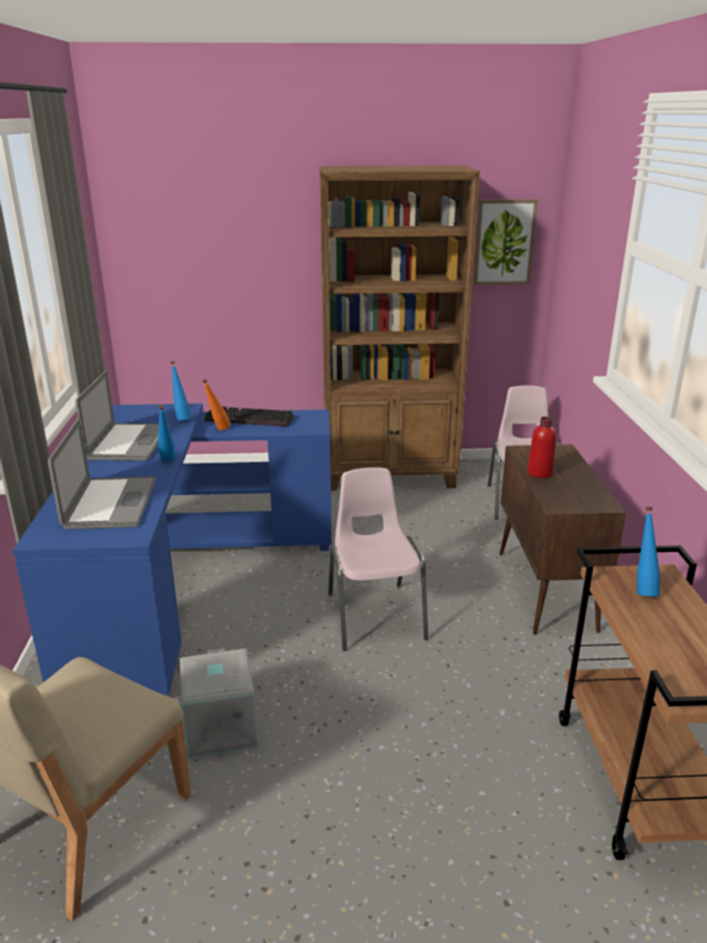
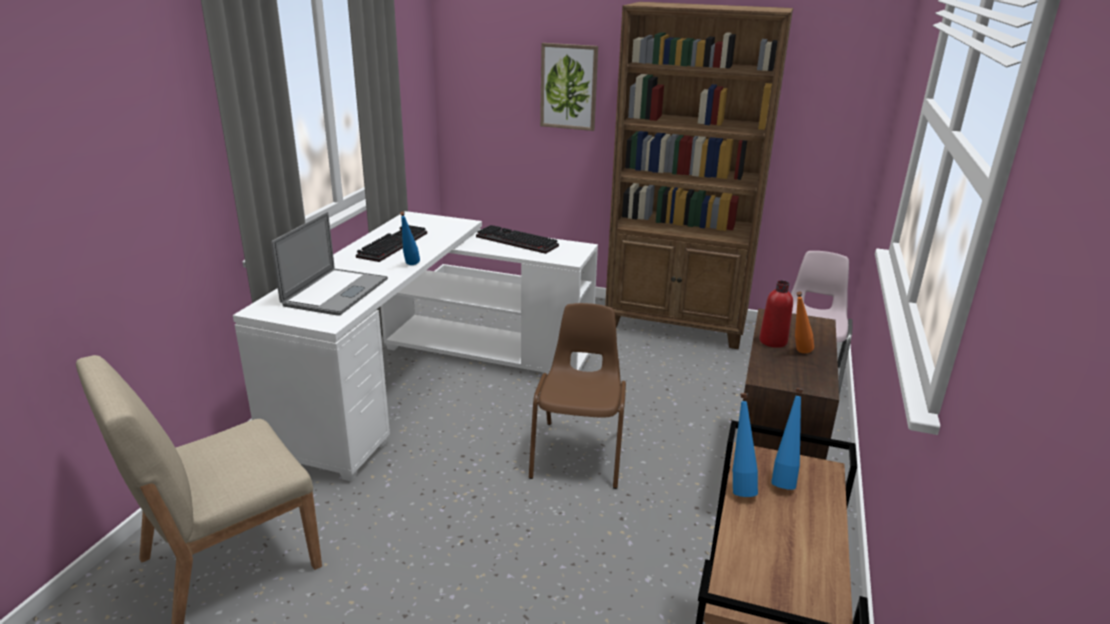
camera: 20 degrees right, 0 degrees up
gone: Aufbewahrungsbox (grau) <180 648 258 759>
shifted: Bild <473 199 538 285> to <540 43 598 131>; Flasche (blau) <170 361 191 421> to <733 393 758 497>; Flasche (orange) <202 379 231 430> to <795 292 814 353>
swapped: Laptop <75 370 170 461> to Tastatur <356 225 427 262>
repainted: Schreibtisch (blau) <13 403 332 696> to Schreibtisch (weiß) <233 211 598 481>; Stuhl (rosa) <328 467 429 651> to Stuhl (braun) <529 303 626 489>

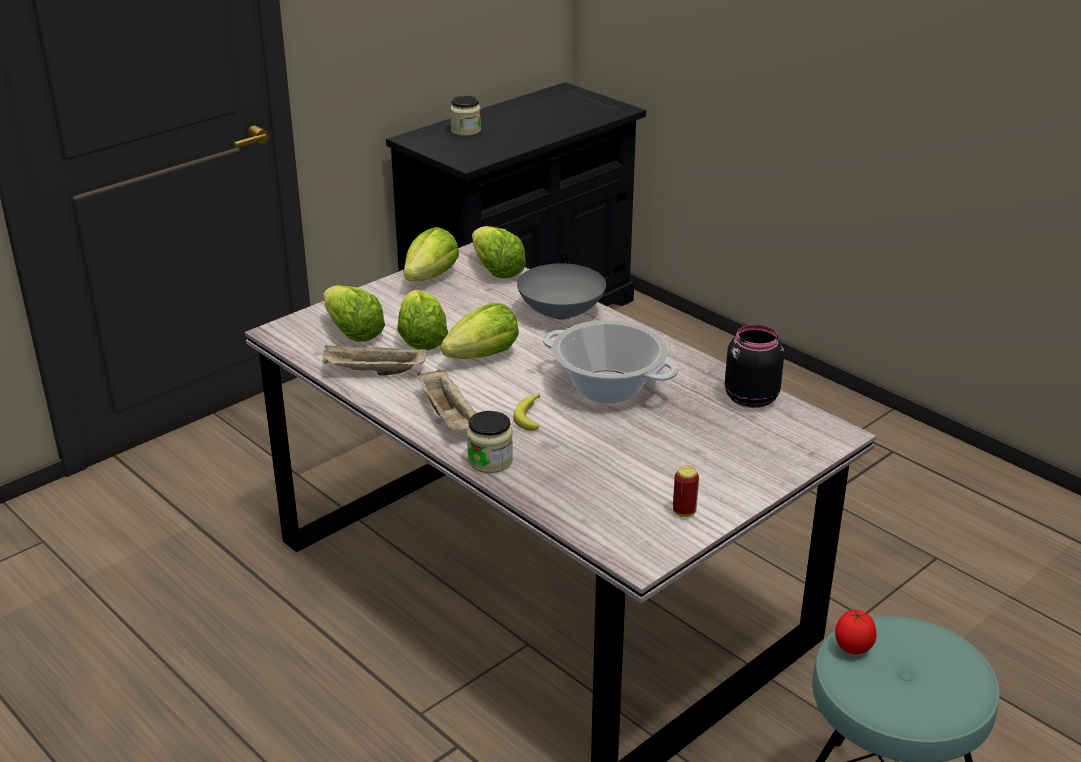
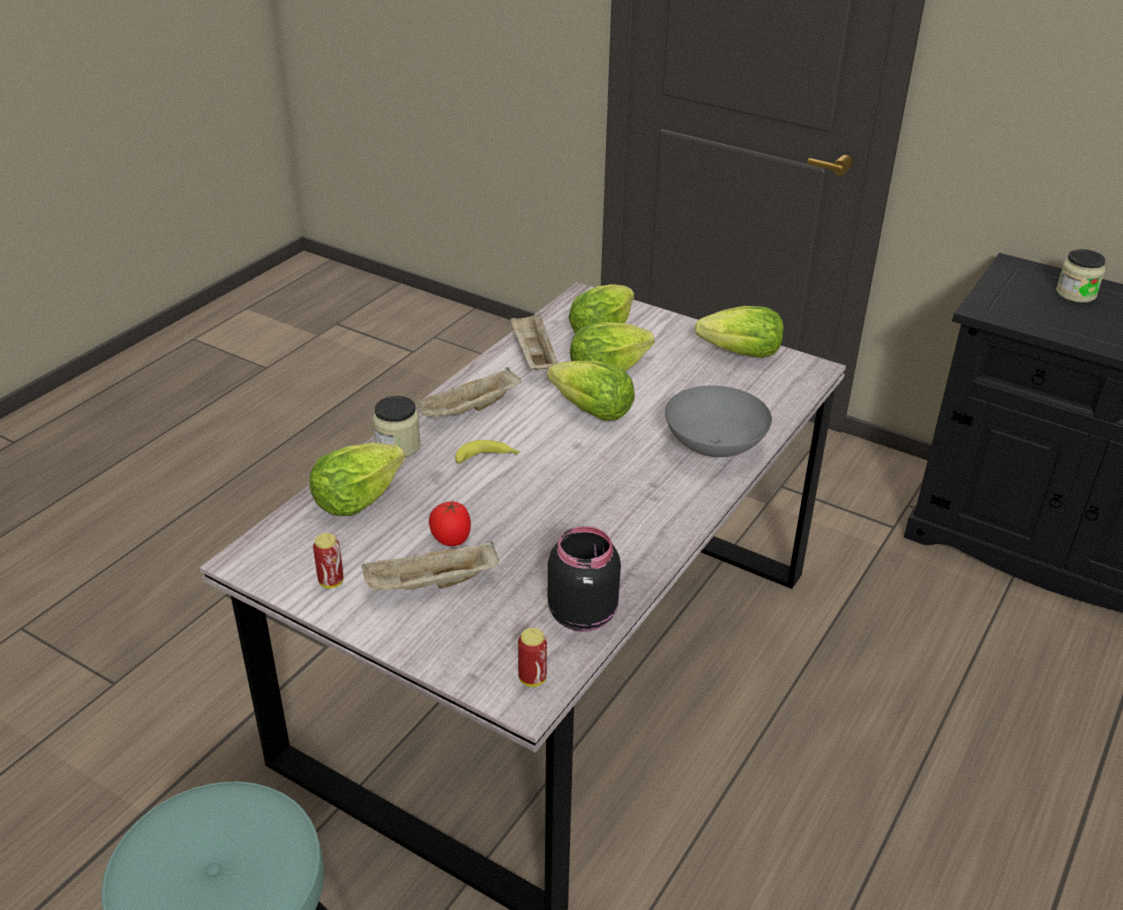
camera: 75 degrees right, 5 degrees up
gone: Kochtopf <543 320 679 403>
new: Tablett (beige) <361 541 499 593>; Dose <518 628 547 687>
shifted: Salatkopf <472 226 526 278> to <310 443 405 516>; Tomate <835 609 877 654> to <429 501 471 546>

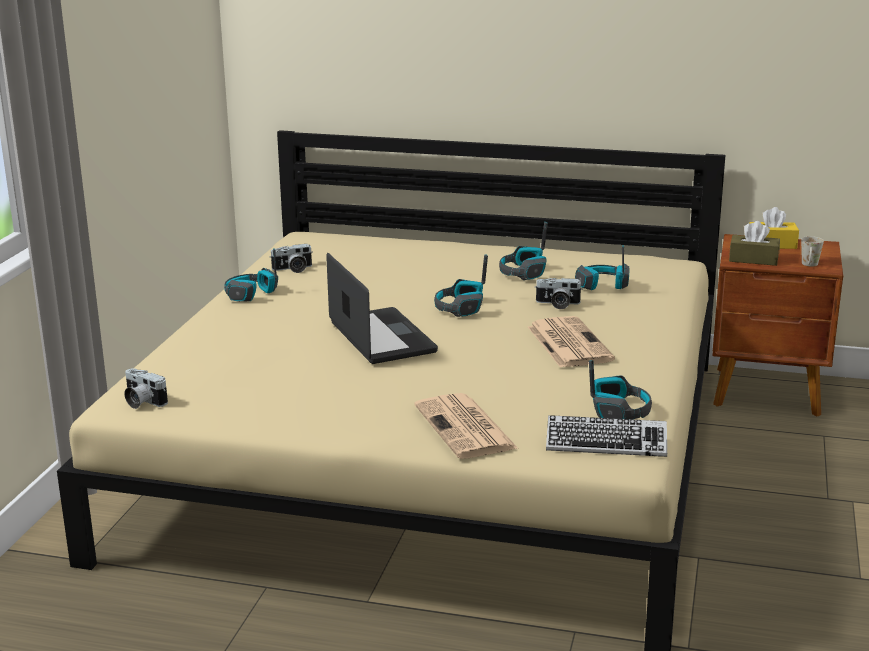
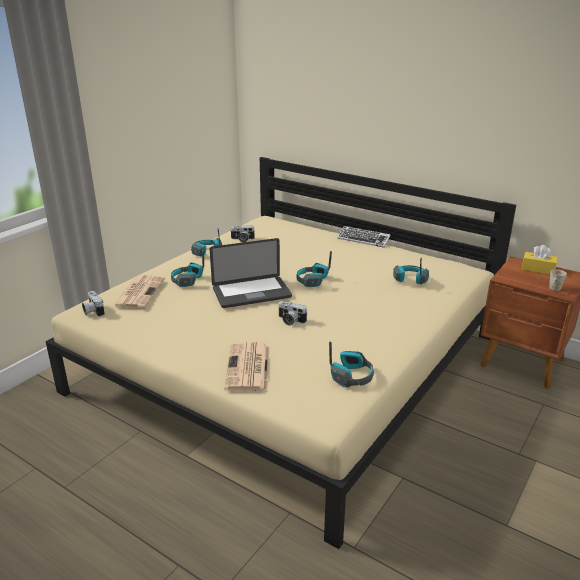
camera: 20 degrees right, 5 degrees up
gone: Taschentuchbox (braun) <729 221 780 266>
shifted: Kopfhörer <499 222 548 280> to <171 250 204 287>; Kamera <535 278 583 309> to <278 301 307 326>; Zeitung <528 316 615 368> to <113 275 165 309>; Tastatur <546 415 667 457> to <337 226 390 248>
rotated: Laptop <326 253 438 364> = <210 238 292 308> 75 degrees clockwise

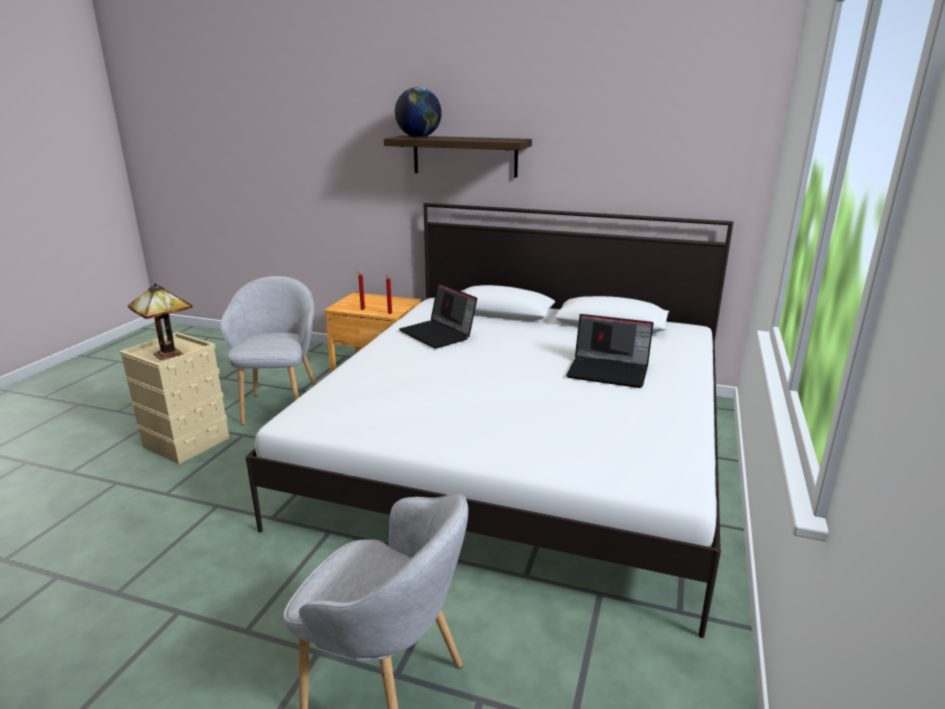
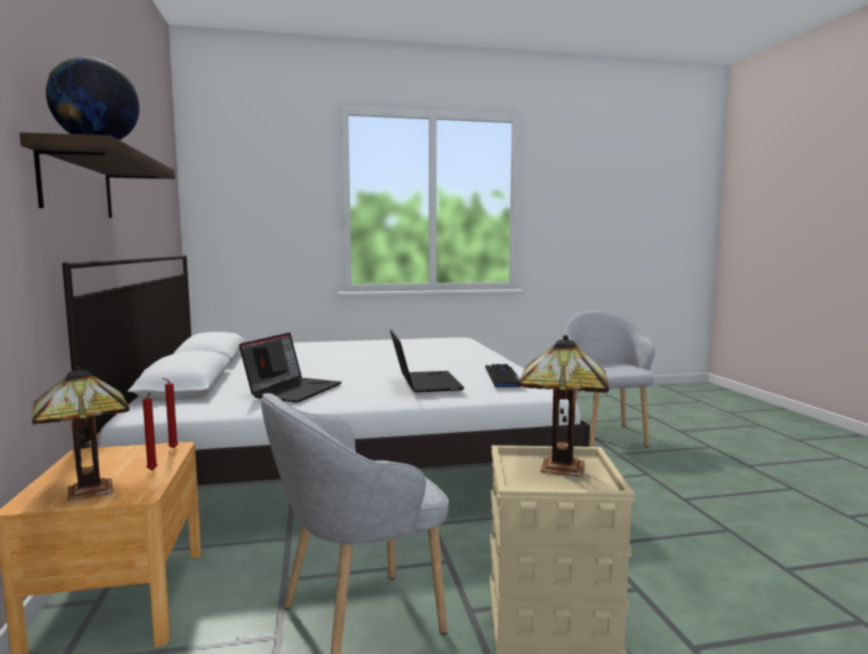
camera: 120 degrees left, 15 degrees down
new: Tastatur <485 364 520 387>; Tischlampe <32 366 130 501>
shifted: Laptop <566 314 654 388> to <390 329 464 393>

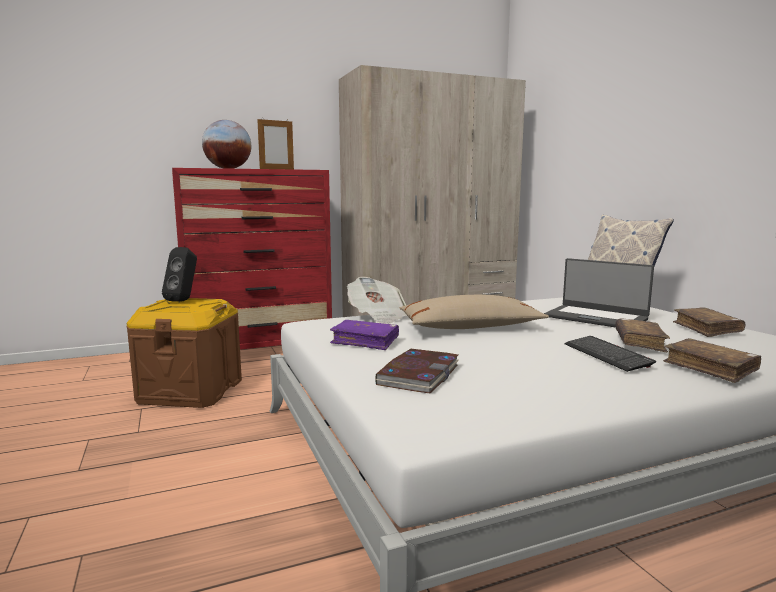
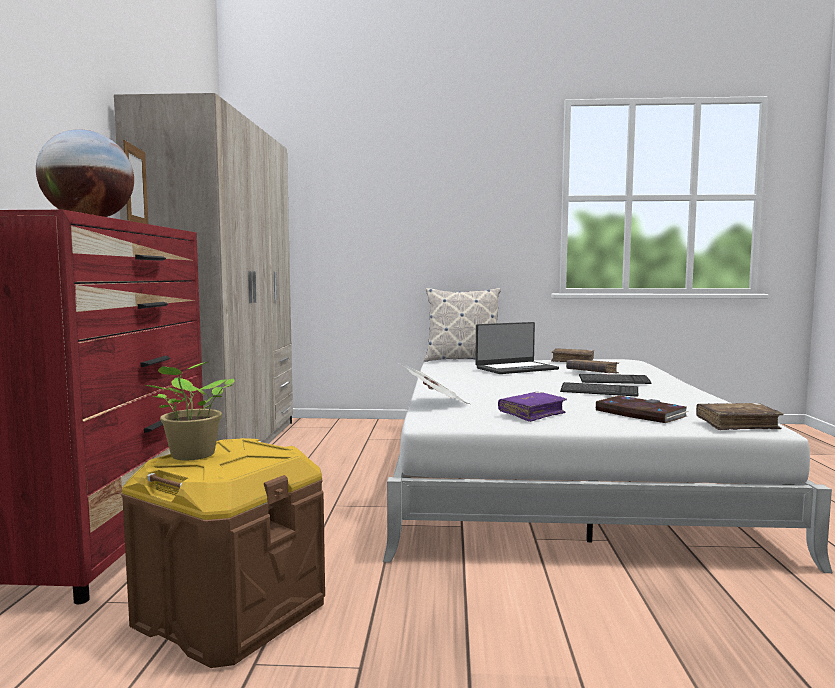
camera: 65 degrees left, 5 degrees down
gone: Kissen (beige) <400 295 549 329>
new: Tastatur <560 382 638 397>
shifted: Buch (braun) <663 338 761 383> to <696 403 784 430>
swapped: Lautsprecher (schwarz) <162 247 197 302> to Topfpflanze <146 362 235 461>

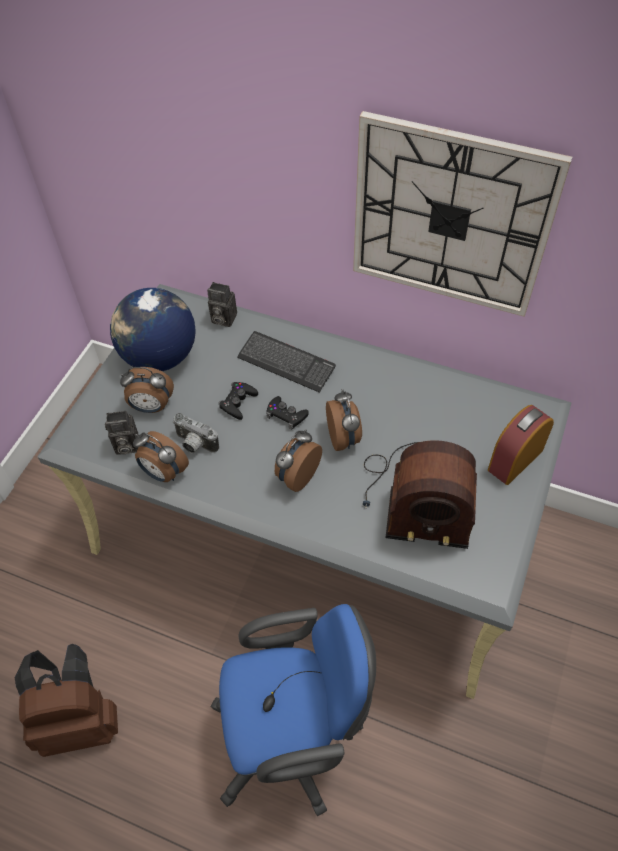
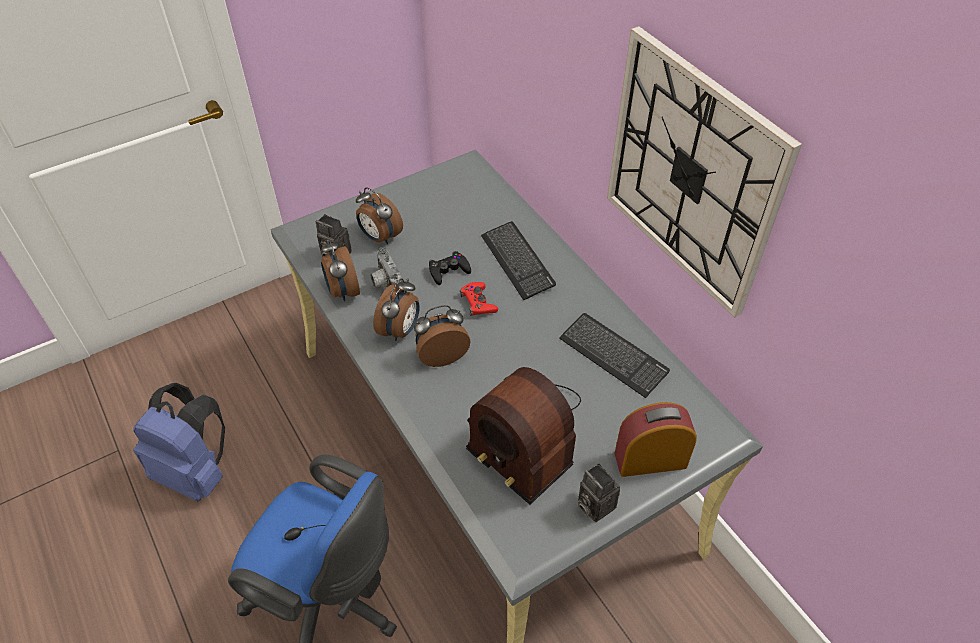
camera: 35 degrees right, 5 degrees down
gone: Globus <110 288 196 371>
new: Tastatur <559 313 670 398>
shifted: Kamera <207 282 237 327> to <578 463 620 522>; Wecker <326 389 362 451> to <373 278 420 341>
repainted: Gamepad (schwarz) <266 396 309 430> to Gamepad (rot) <460 282 498 316>; Rucksack (braun) <15 644 118 757> to Rucksack (blau) <133 383 225 501>

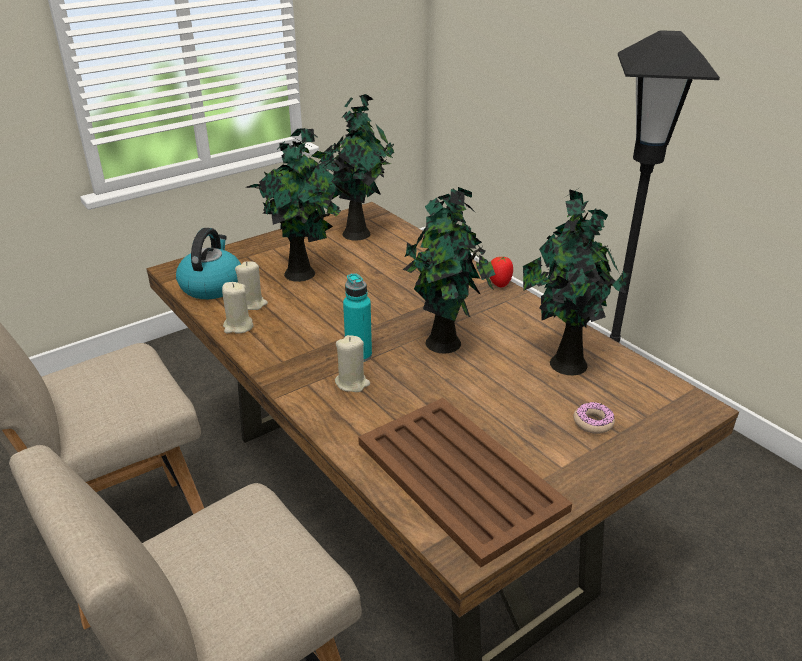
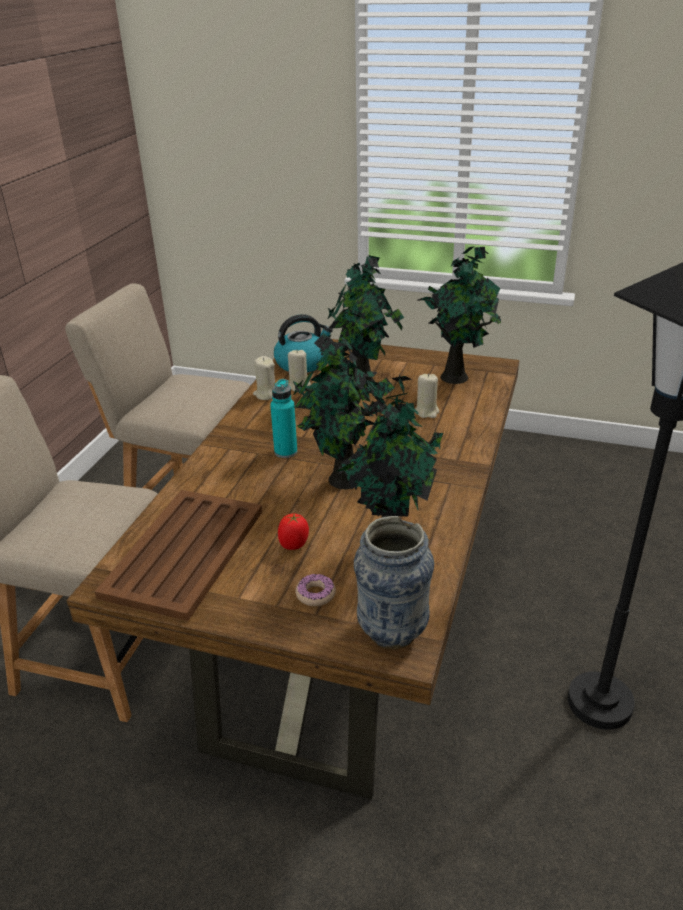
camera: 55 degrees right, 0 degrees up
new: Vase <354 516 434 650>
shifted: Tomate <490 256 513 287> to <278 513 309 550>; Kerze (beige) <335 335 370 392> to <415 373 439 418>

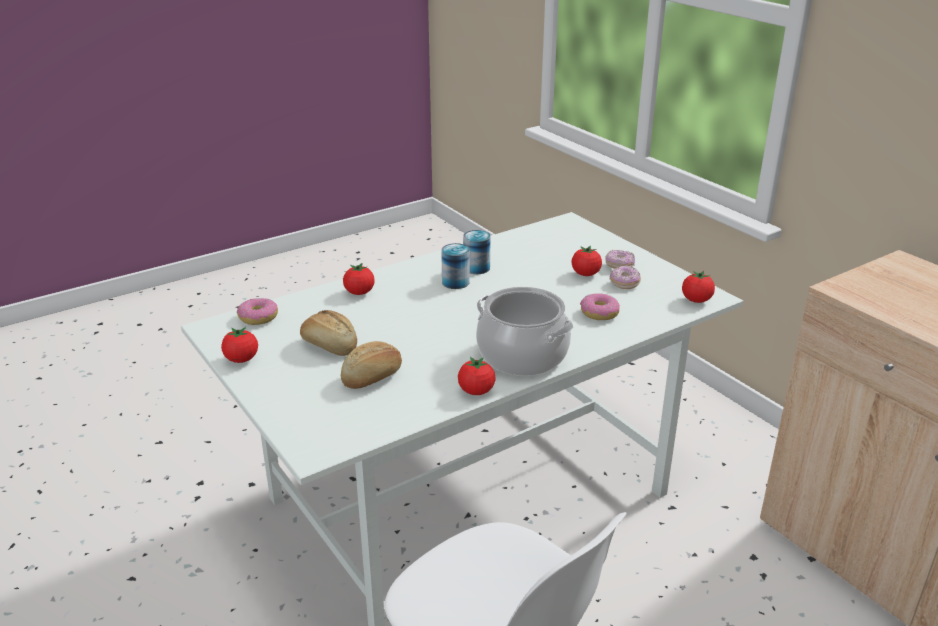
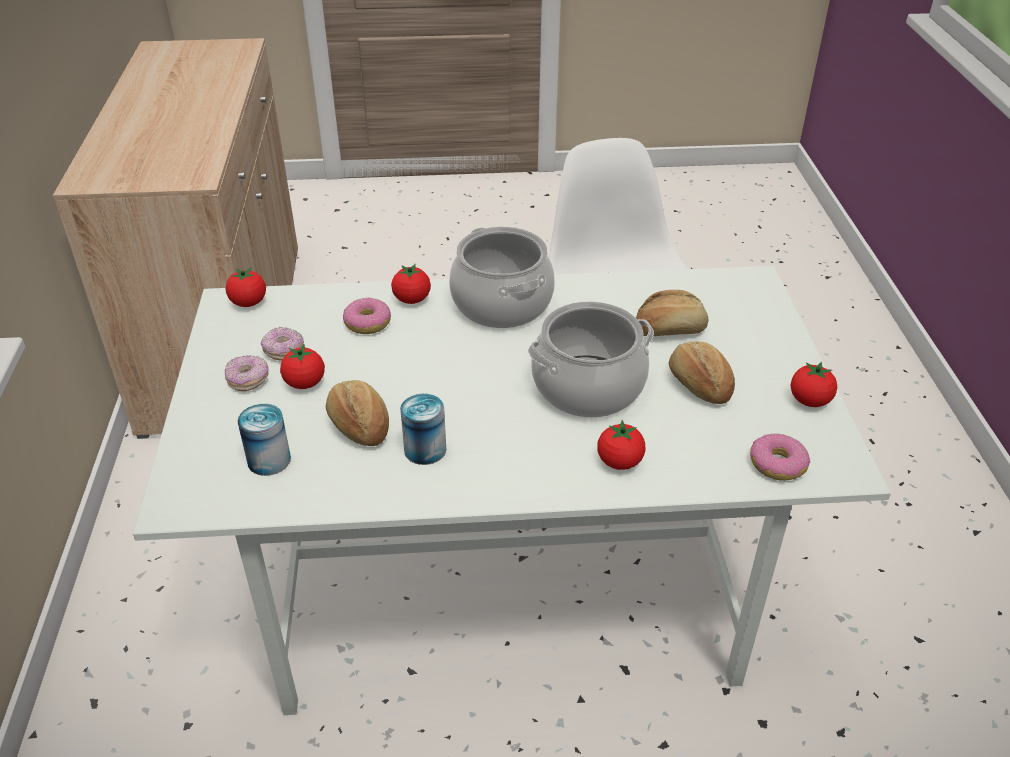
camera: 150 degrees left, 10 degrees up
new: Kochtopf <528 301 654 418>; Brot <326 380 389 446>
shifted: Dose <441 243 470 289> to <237 404 291 476>; Tomate <458 357 496 395> to <391 264 431 304>

